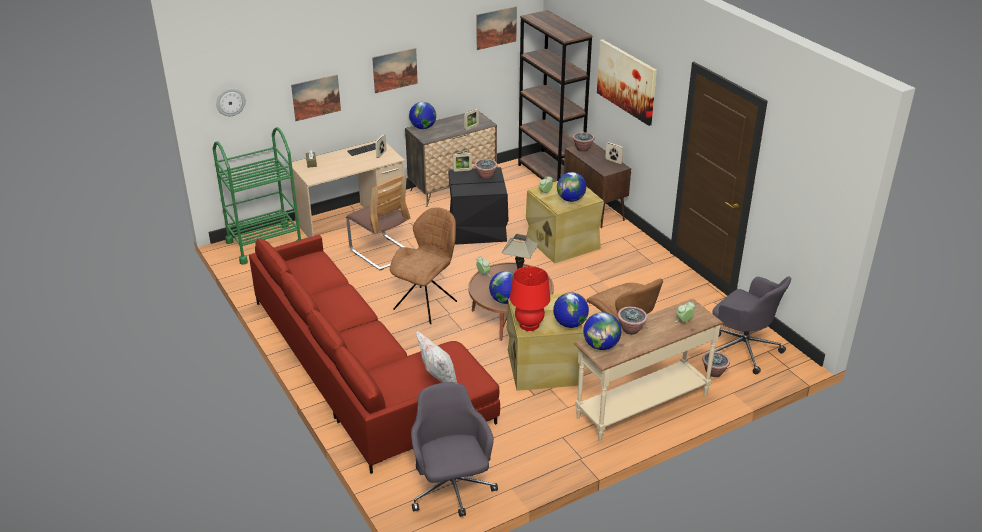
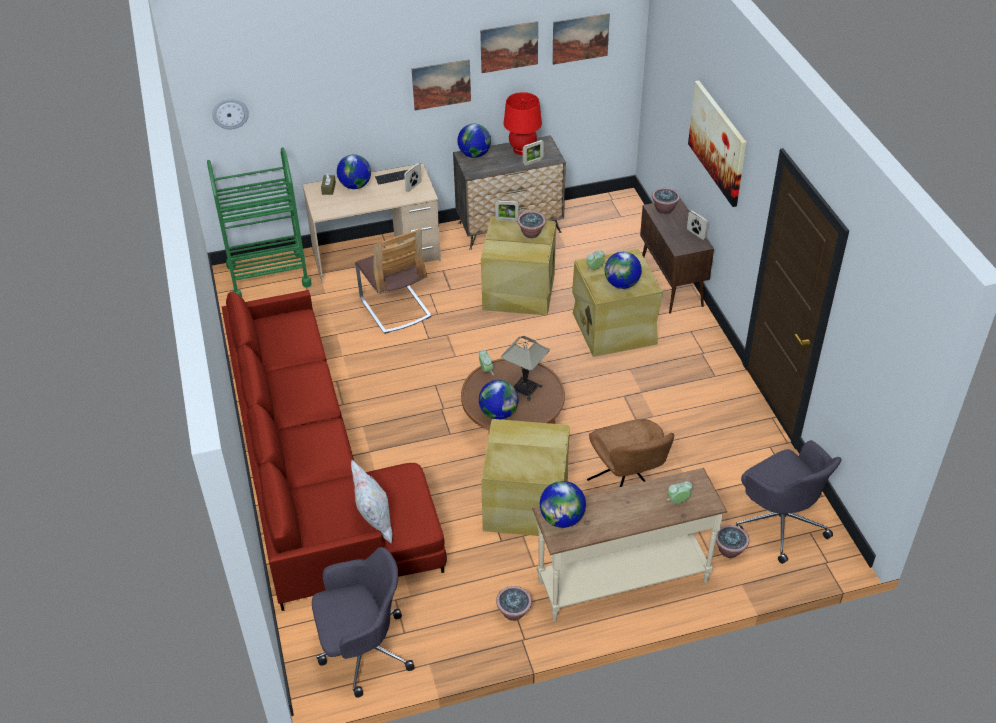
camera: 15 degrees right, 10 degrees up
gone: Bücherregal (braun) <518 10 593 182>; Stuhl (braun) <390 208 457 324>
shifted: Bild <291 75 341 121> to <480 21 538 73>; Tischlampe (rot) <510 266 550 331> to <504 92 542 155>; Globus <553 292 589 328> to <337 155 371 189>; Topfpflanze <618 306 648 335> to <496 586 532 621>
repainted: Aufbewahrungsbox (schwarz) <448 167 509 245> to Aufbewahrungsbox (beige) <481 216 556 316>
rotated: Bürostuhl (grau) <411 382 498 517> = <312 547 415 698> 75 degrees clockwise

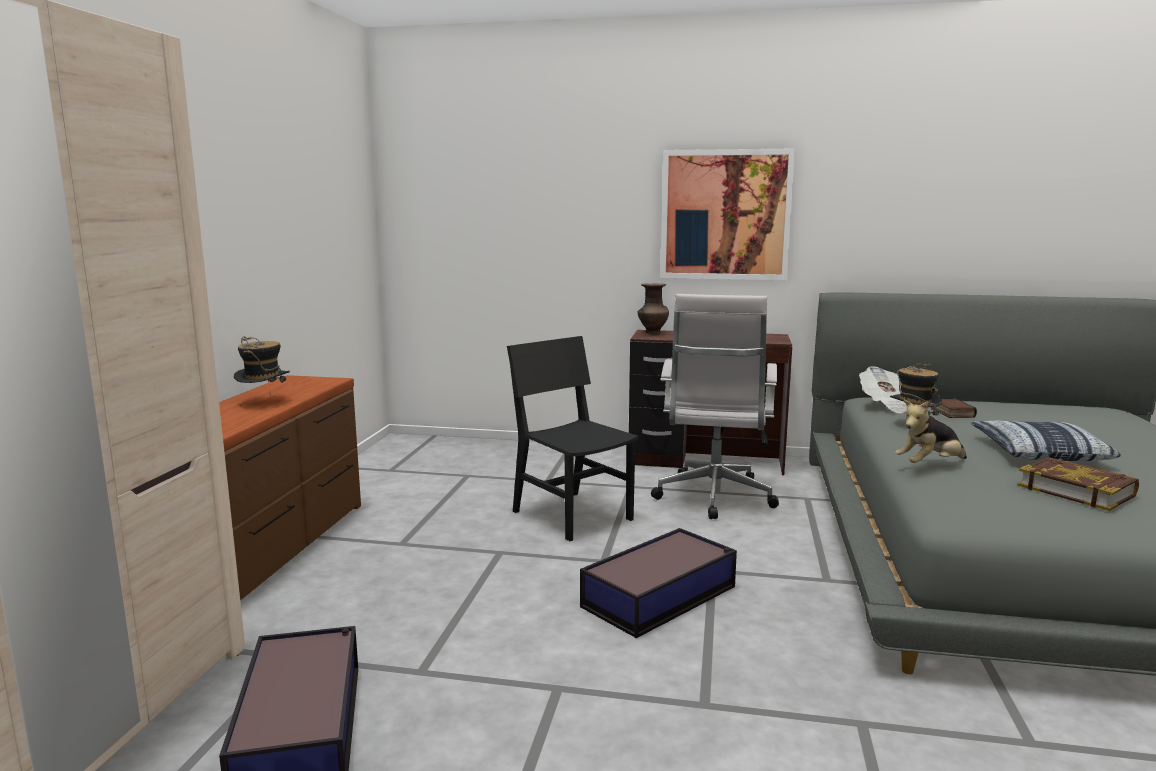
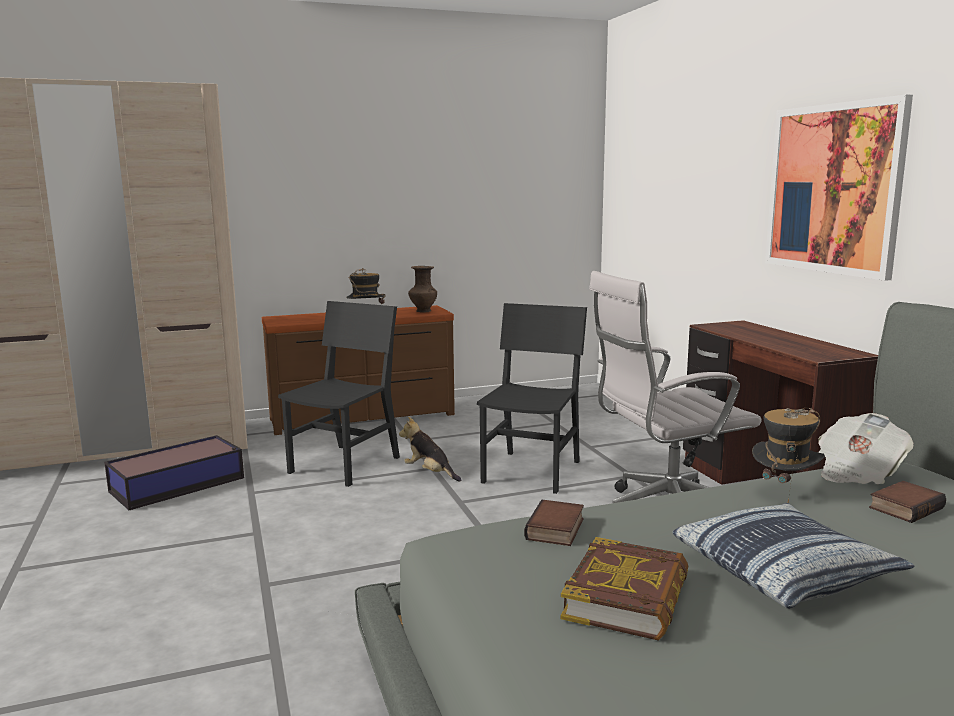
camera: 60 degrees right, 0 degrees up
gone: Aufbewahrungsbox <580 528 737 638>
new: Stuhl (schwarz) <278 301 400 487>; Buch <524 500 584 546>
shifted: Vase (braun) <638 283 669 334> to <408 266 437 313>; Plüschtier <895 400 967 463> to <399 417 461 482>

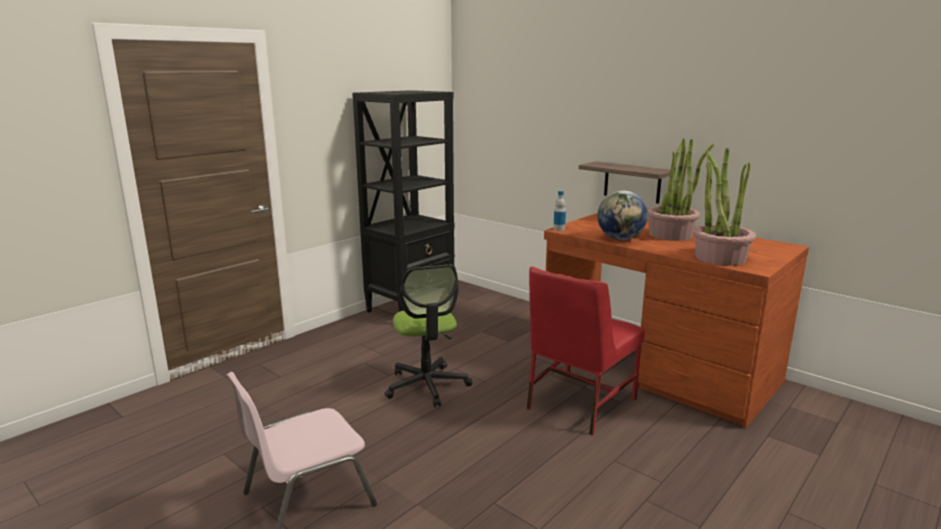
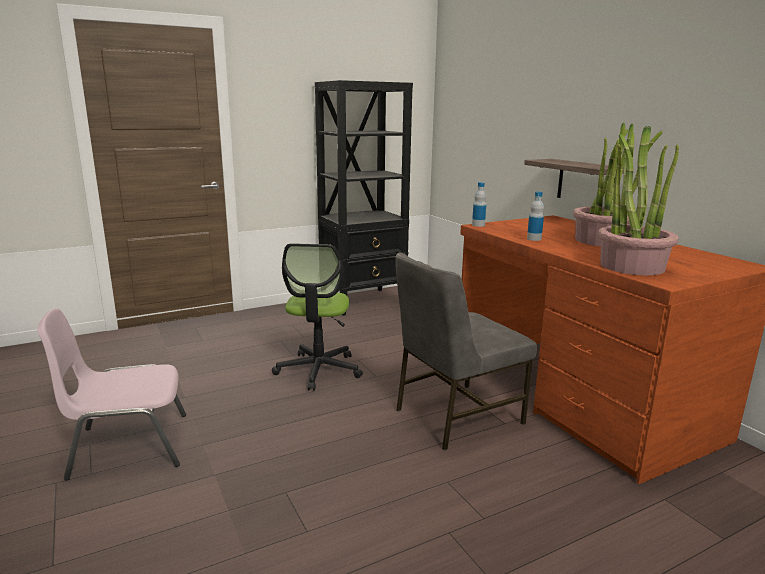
camera: 20 degrees right, 0 degrees up
swapped: Globus <598 191 648 240> to Flasche <527 192 544 241>
repainted: Stuhl (rot) <527 267 645 435> to Stuhl (grau) <395 252 537 450>

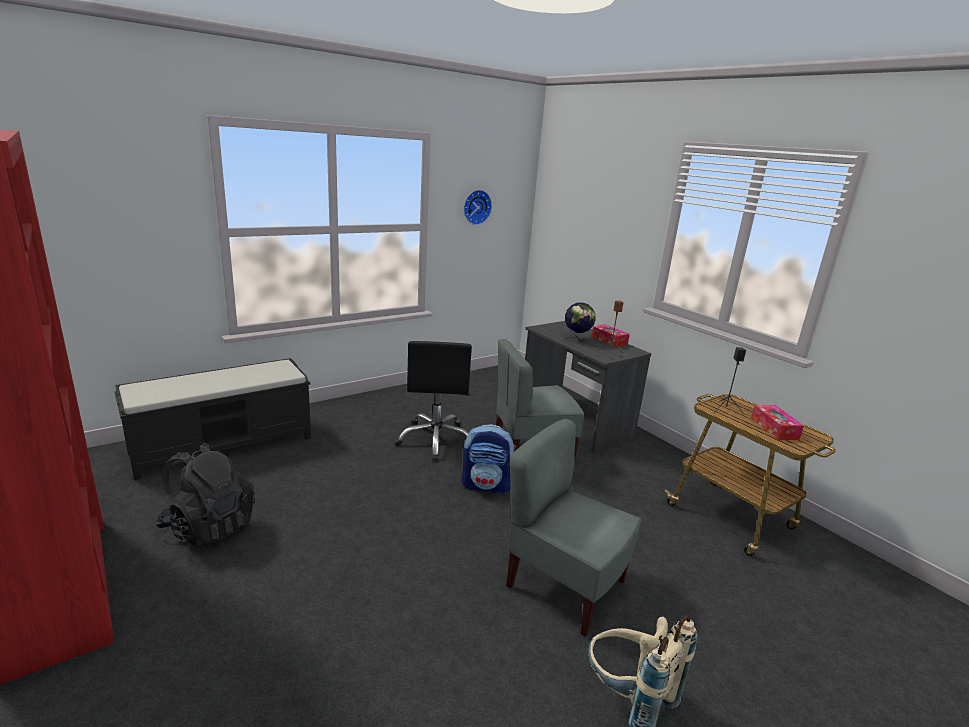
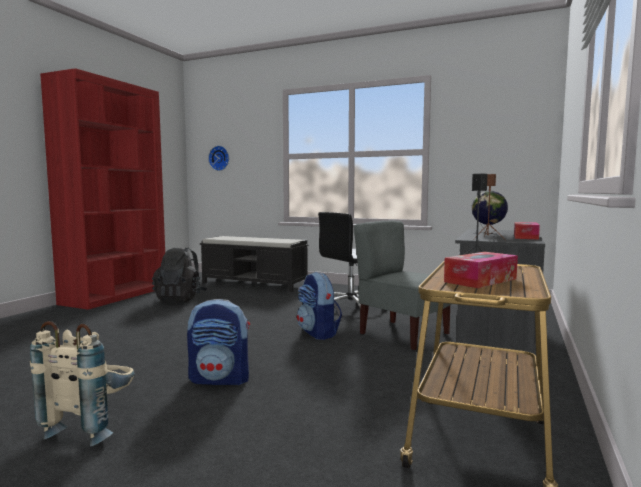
camera: 60 degrees right, 15 degrees down
shifted: Wanduhr <464 190 492 225> to <208 146 229 171>
swapped: Stuhl (grau) <506 419 641 637> to Rucksack <187 299 250 385>

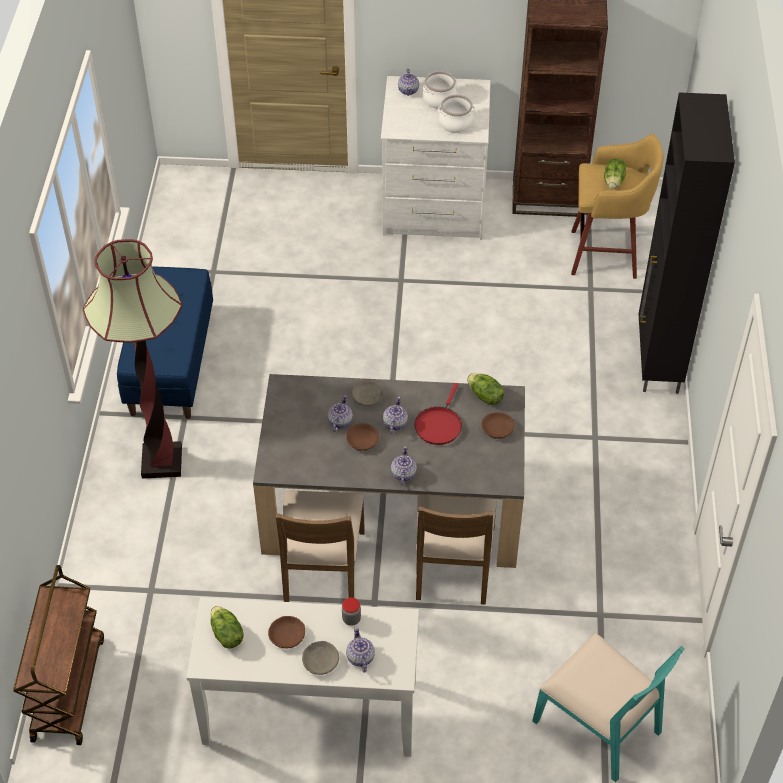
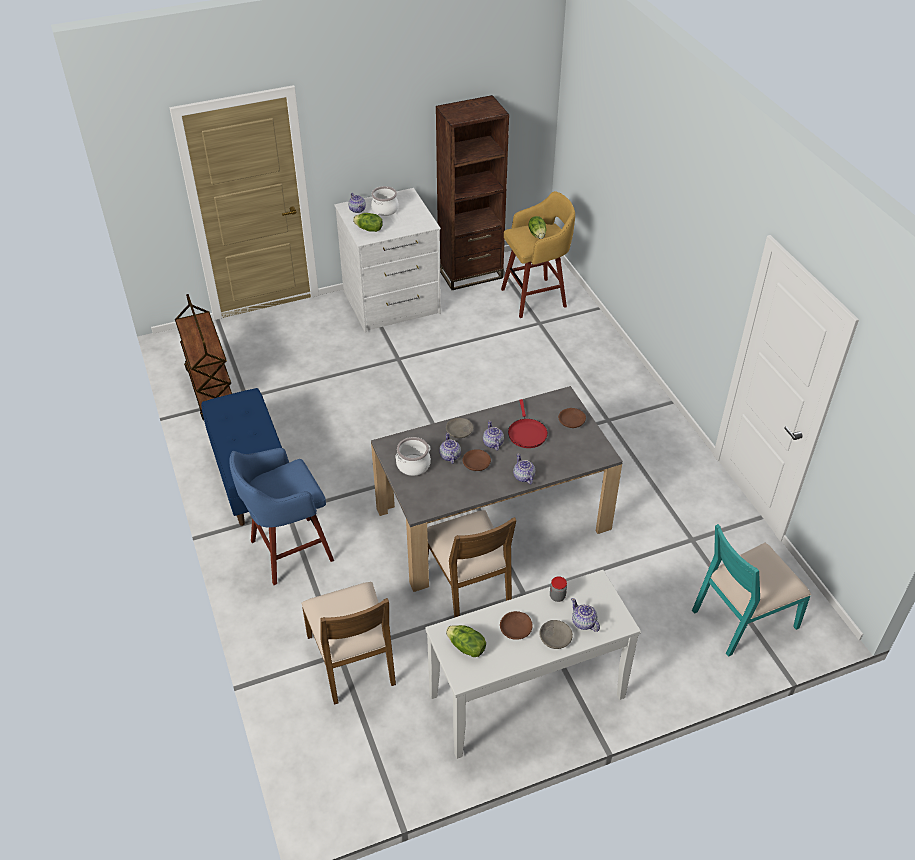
camera: 25 degrees left, 5 degrees down
gone: Schrank (schwarz) <639 93 735 394>
shifted: Kochtopf <438 95 475 133> to <395 437 431 476>; Salatkopf <467 373 504 405> to <353 213 383 232>; Stuhl (braun) <416 495 497 605> to <301 582 396 705>; Rollwagen (braun) <13 565 104 745> to <175 294 232 420>
swapped: Stehlampe <83 239 182 479> to Hocker (blau) <230 448 334 585>
rotated: Stuhl (türkis) <532 633 685 782> = <692 524 811 657> 135 degrees clockwise

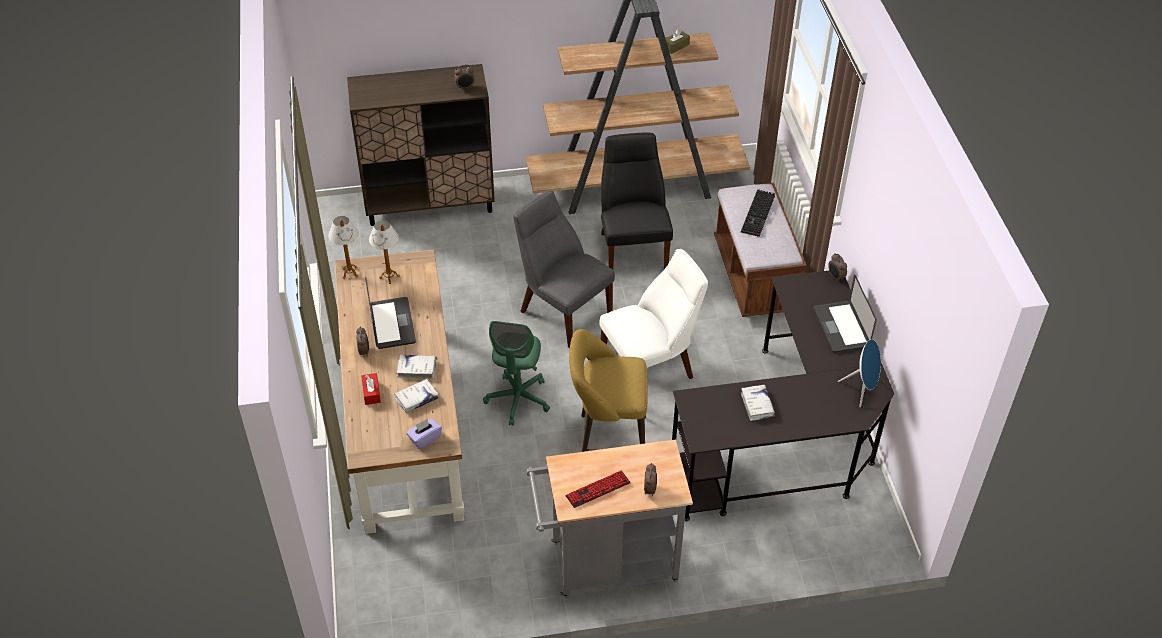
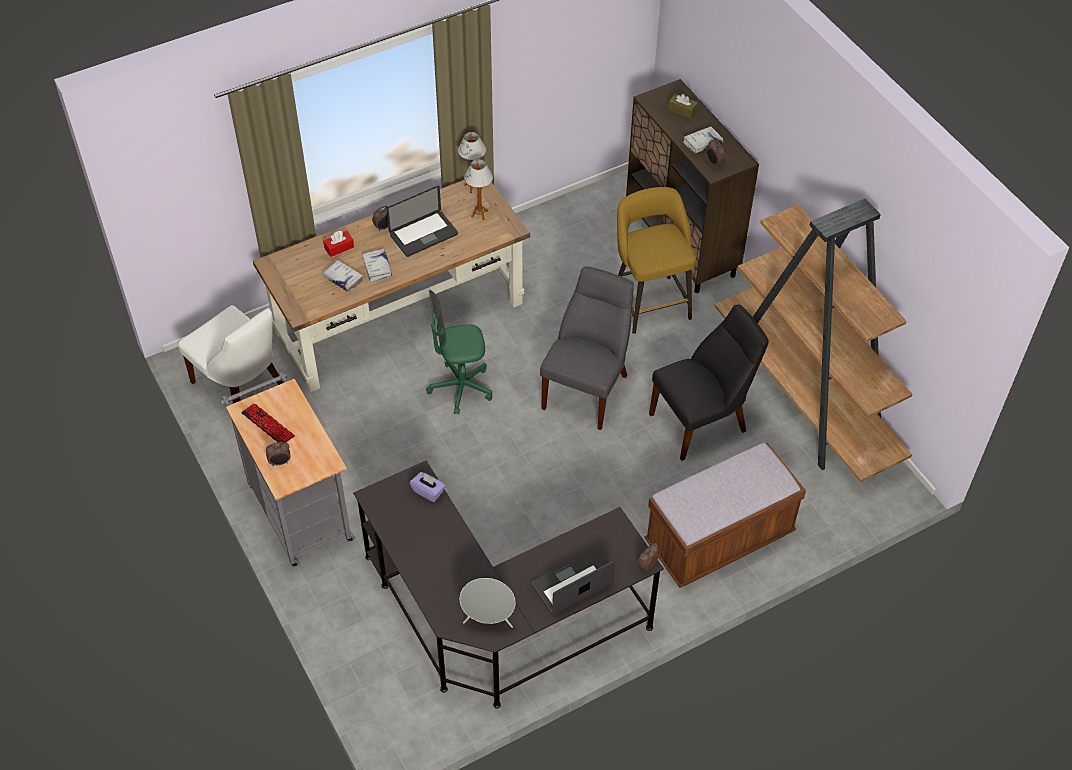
camera: 70 degrees right, 5 degrees up
gone: Tastatur <741 189 775 237>
shifted: Taschentuchbox (braun) <665 29 690 54> to <668 94 698 118>; Stuhl (weiß) <600 249 708 379> to <178 305 283 404>; Hocker (gelb) <569 329 648 452> to <617 187 696 334>; Buch (weiß) <741 385 775 421> to <683 126 723 153>; Taschentuchbox (lila) <406 418 442 449> to <410 472 445 502>
repainted: Lautsprecher (blau) <838 339 881 407> to Lautsprecher (grau) <460 578 515 628>

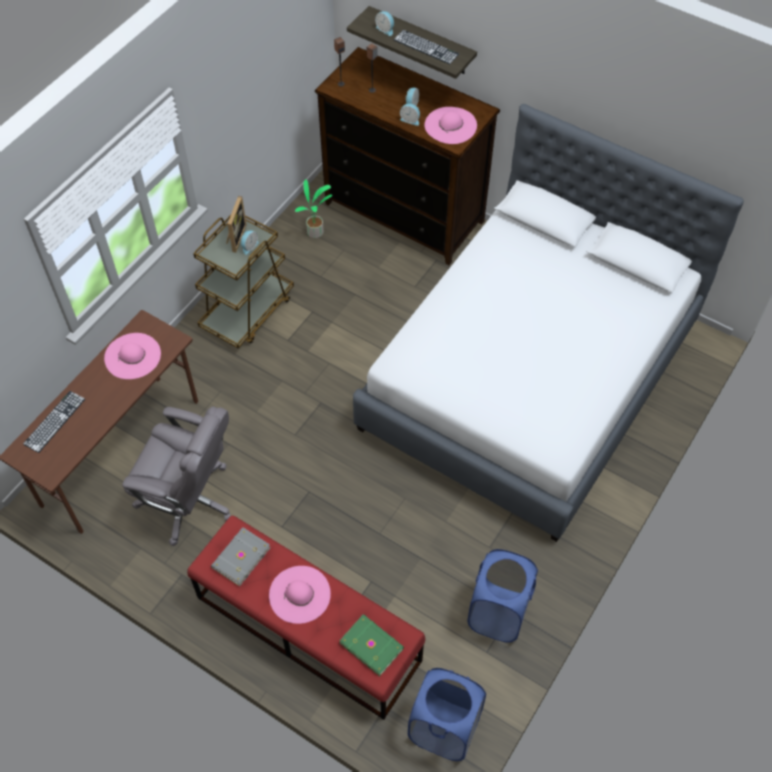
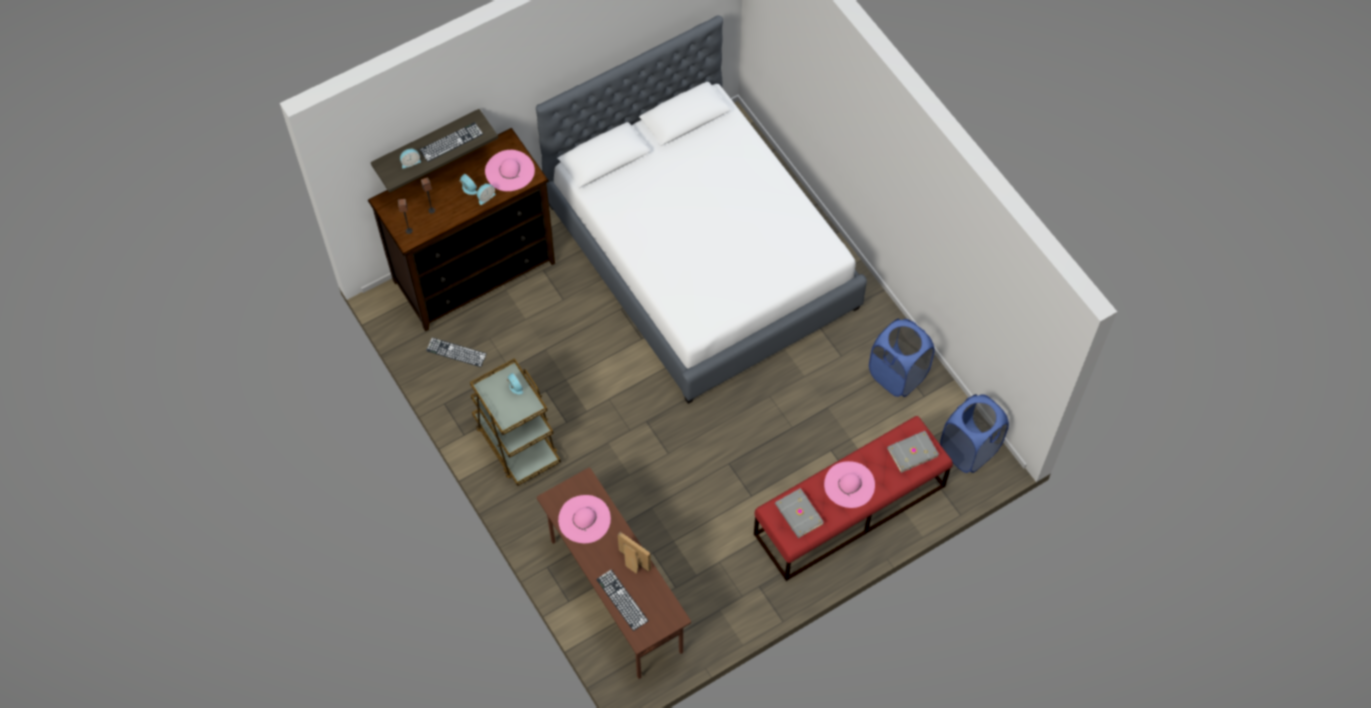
camera: 65 degrees left, 5 degrees up
gone: Bürostuhl (grau) <122 407 231 546>
shifted: Bilderrahmen <226 196 247 253> to <618 532 651 574>
swapped: Topfpflanze <295 179 332 238> to Tastatur <426 338 487 367>
repainted: Buch (grün) <339 614 404 676> to Buch (grau) <887 431 939 473>

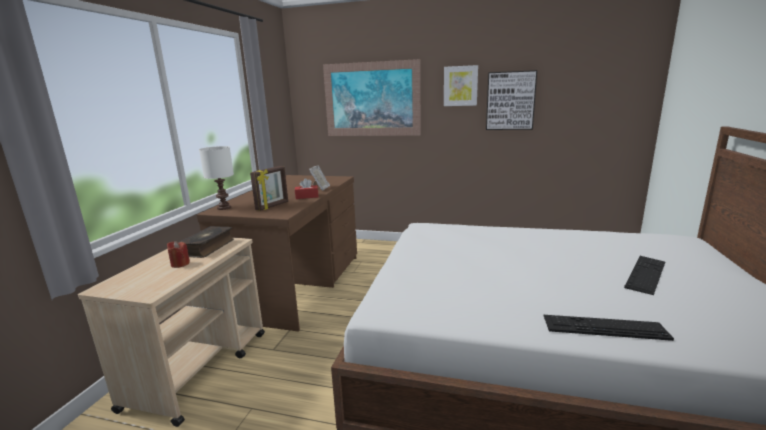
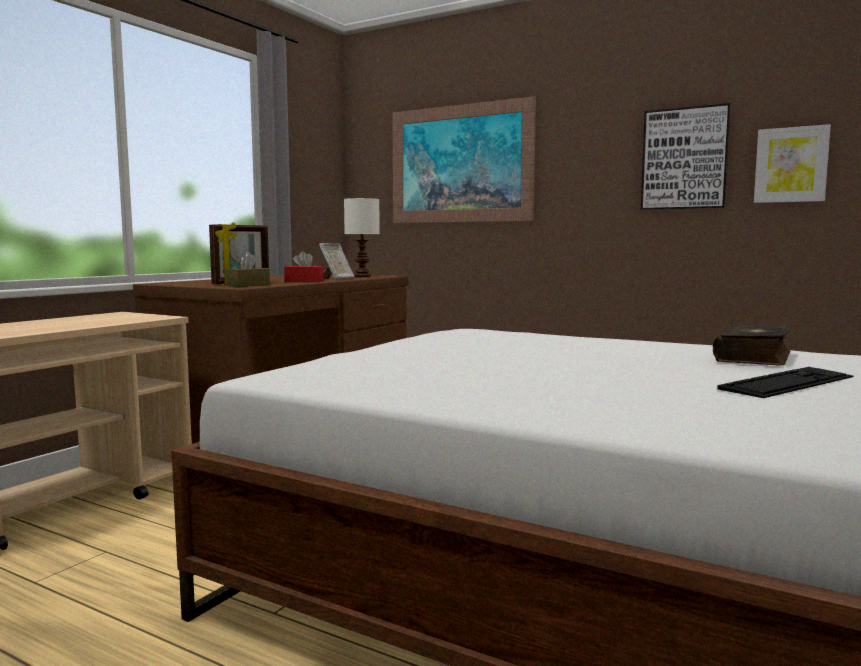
camera: 15 degrees right, 10 degrees down
gone: Kerze (rot) <167 241 190 268>; Tastatur <543 315 674 341>
new: Taschentuchbox (braun) <226 252 270 287>
shifted: Bild <444 65 478 106> to <754 124 831 203>; Tischlampe (weiß) <199 146 234 210> to <344 198 380 277>; Buch <178 226 234 258> to <713 324 792 365>

